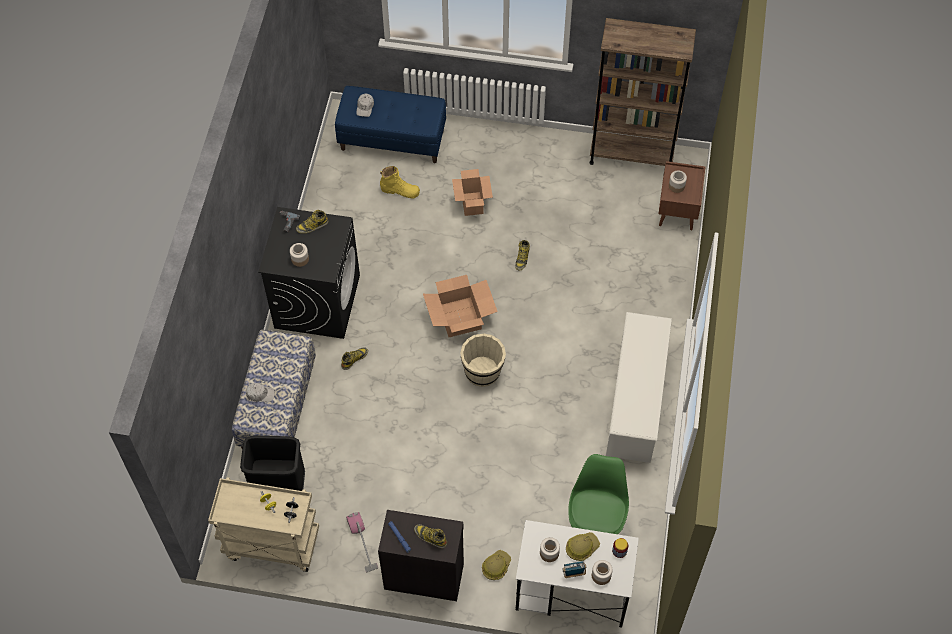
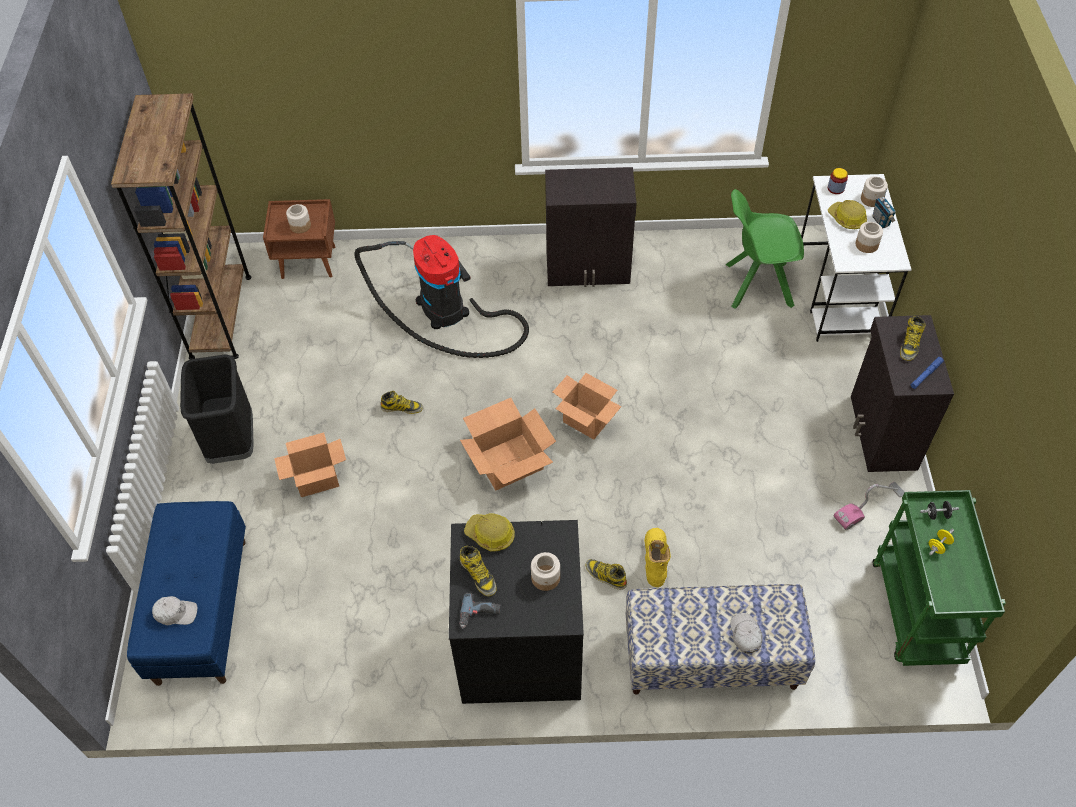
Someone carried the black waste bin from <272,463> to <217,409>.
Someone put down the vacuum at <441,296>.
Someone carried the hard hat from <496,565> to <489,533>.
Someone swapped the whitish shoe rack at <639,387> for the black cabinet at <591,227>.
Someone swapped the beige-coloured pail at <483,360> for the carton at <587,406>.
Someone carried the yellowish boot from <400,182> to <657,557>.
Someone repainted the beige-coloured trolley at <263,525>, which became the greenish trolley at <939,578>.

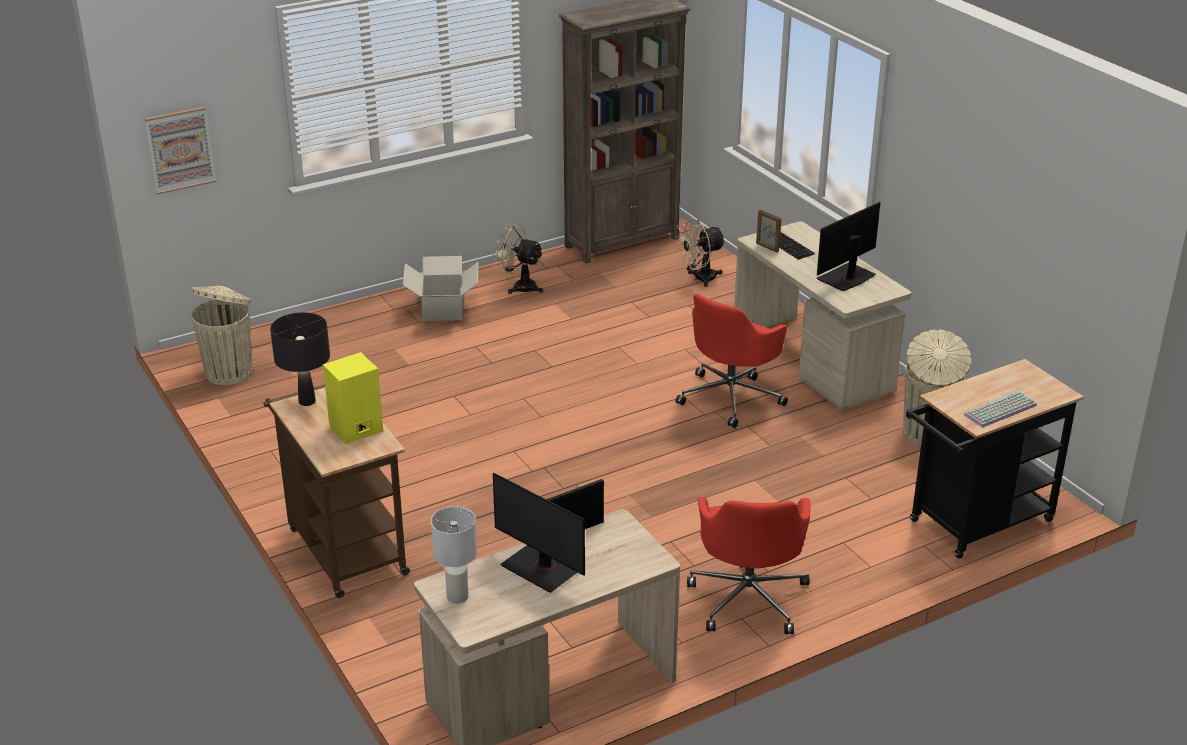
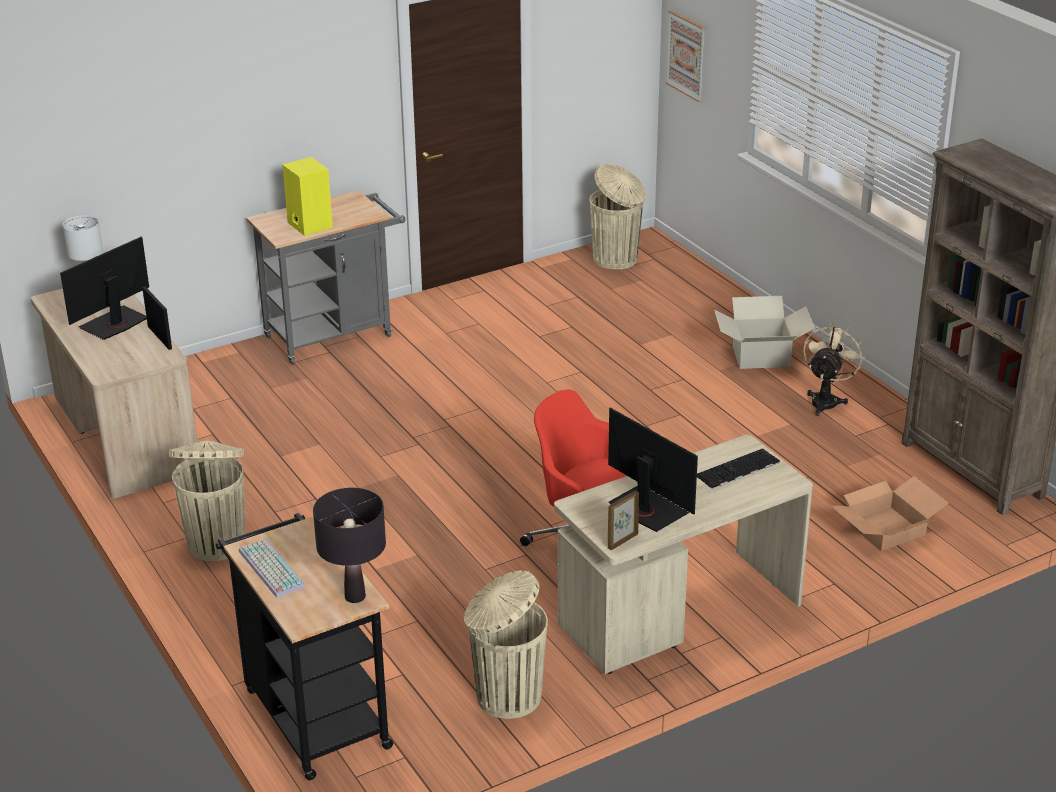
Someone swapped the red computer chair at <749,565> for the beige-coloured waste bin at <207,501>.
Someone repainted the brown trolley at <337,491>, which became the grey trolley at <325,277>.
Someone carried the black table lamp from <300,359> to <349,545>.
Someone carried the photo frame from <768,231> to <623,520>.
Someone swapped the beige-coloured cooling fan at <700,253> for the carton at <889,513>.

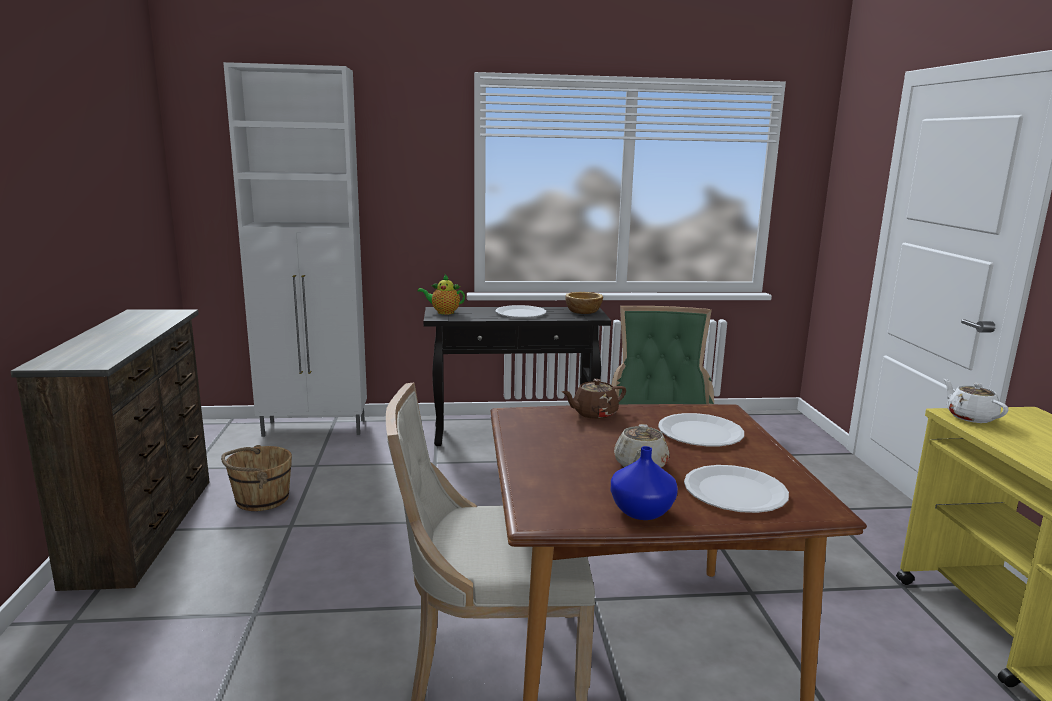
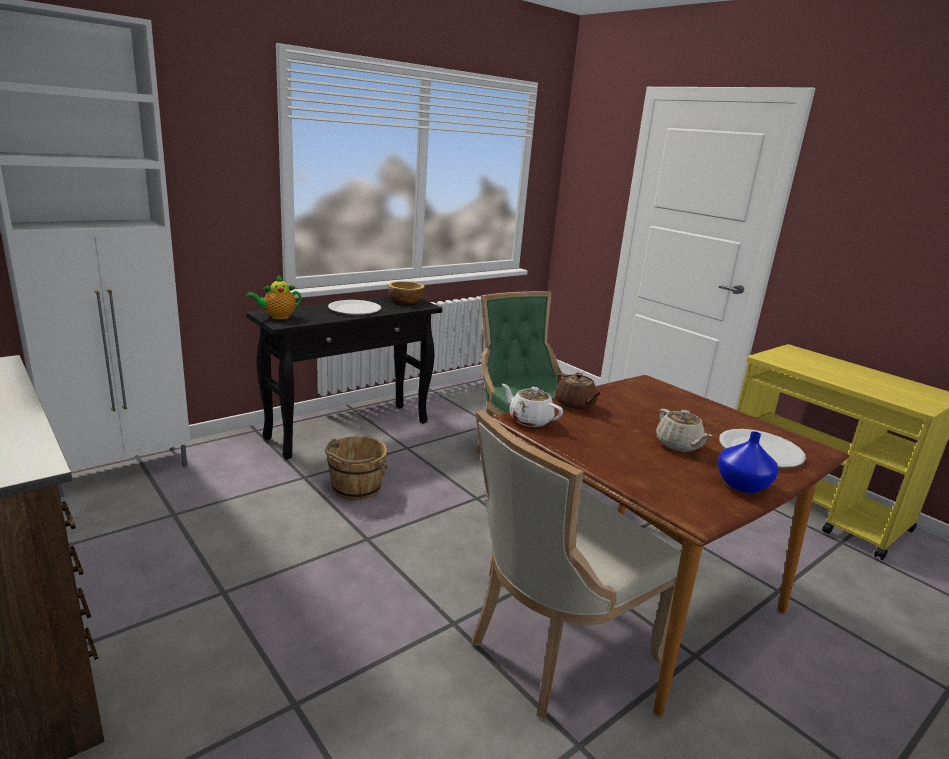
Someone carried the brown pail from <256,478> to <356,468>.
Someone carried the whitish teapot from <976,401> to <532,405>.
Someone rotated the brown teapot at <594,399> by 60 degrees counterclockwise.
Someone took away the whitish dinner plate at <701,429>.

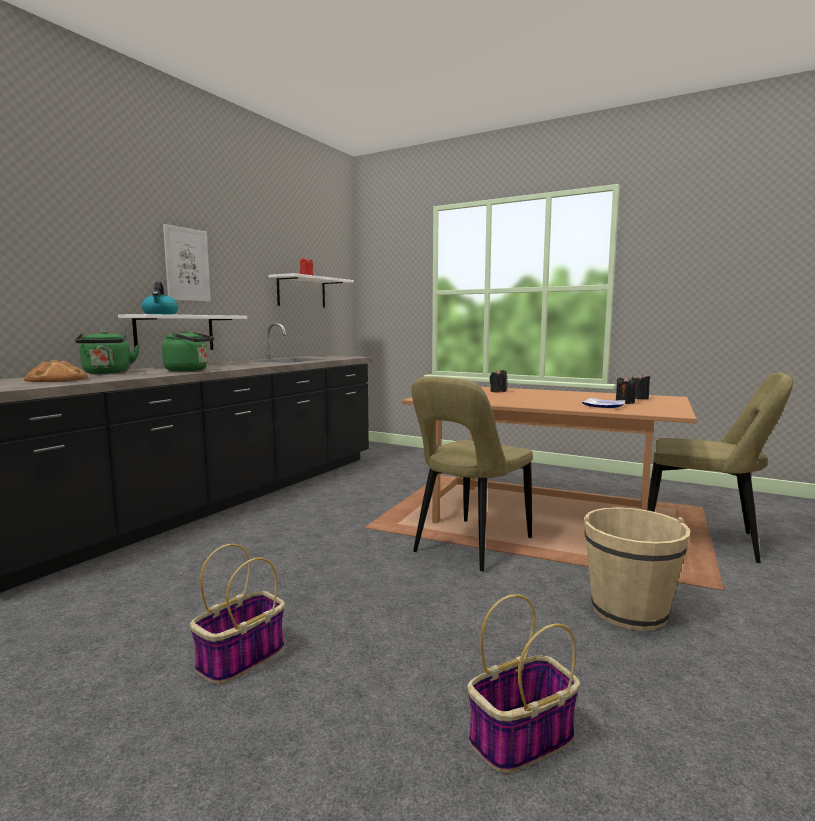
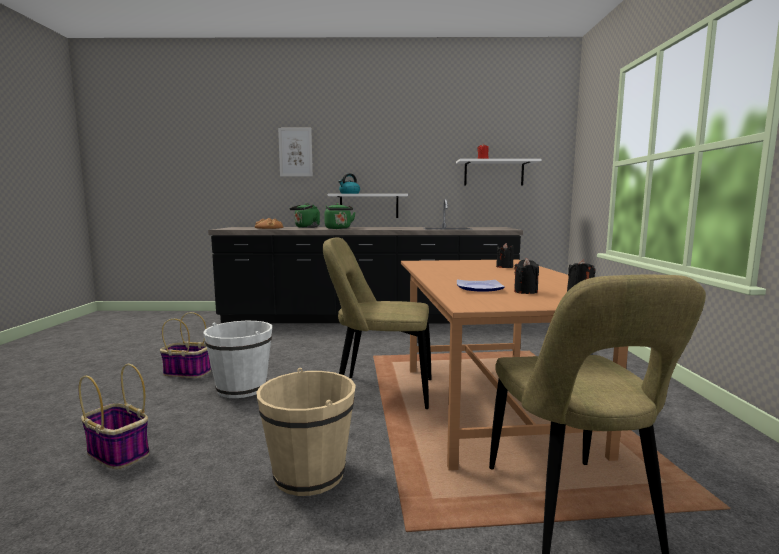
Someone put down the whitish pail at <237,359>.
Someone carried the wall art from <187,263> to <295,152>.

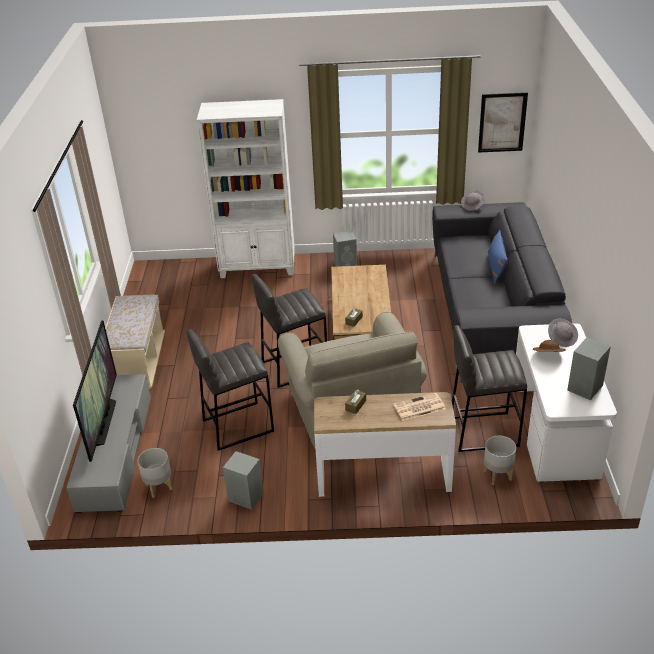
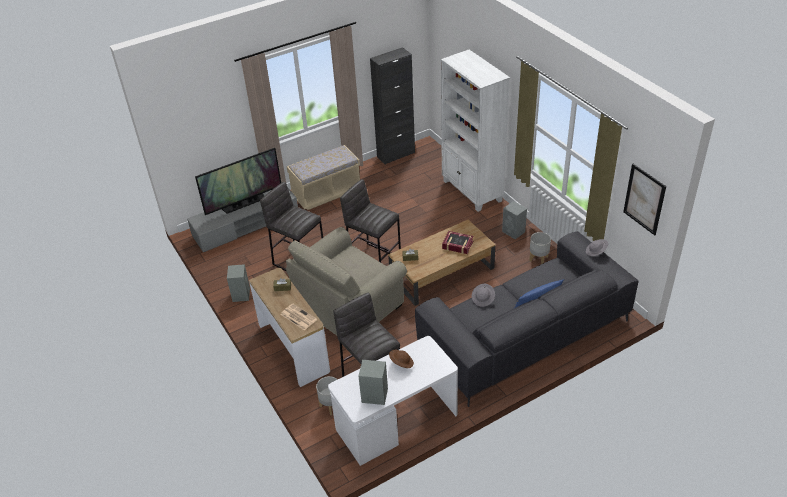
Someone put down the black cabinet at <392,106>.
Someone put down the volume at <458,242>.
Someone carried the grey hat from <563,332> to <483,295>.
Someone carried the grey plant pot from <155,473> to <540,248>.

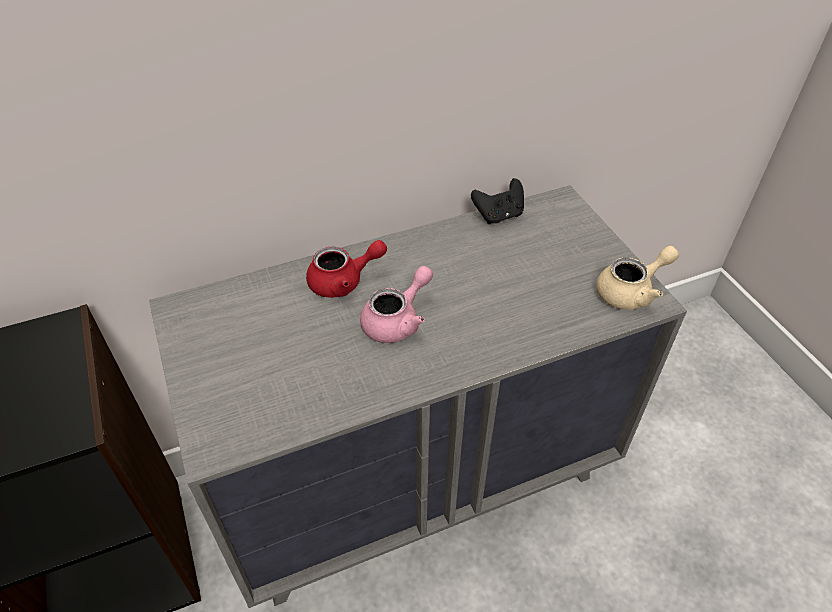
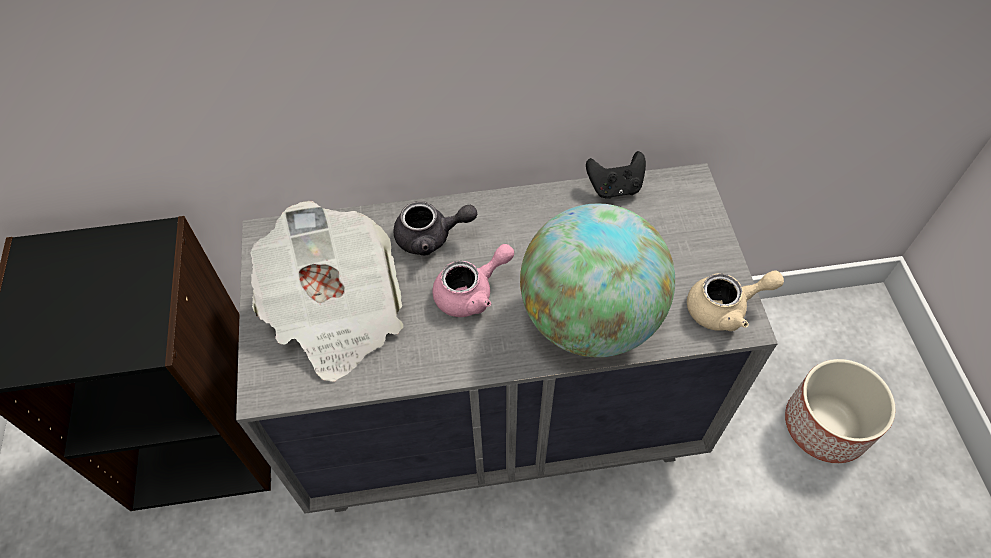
Someone put down the newspaper at <327,291>.
Someone repainted the red teapot at <346,269>, which became the grey teapot at <435,228>.
Someone put down the world globe at <597,280>.
Someone put down the plant pot at <840,411>.

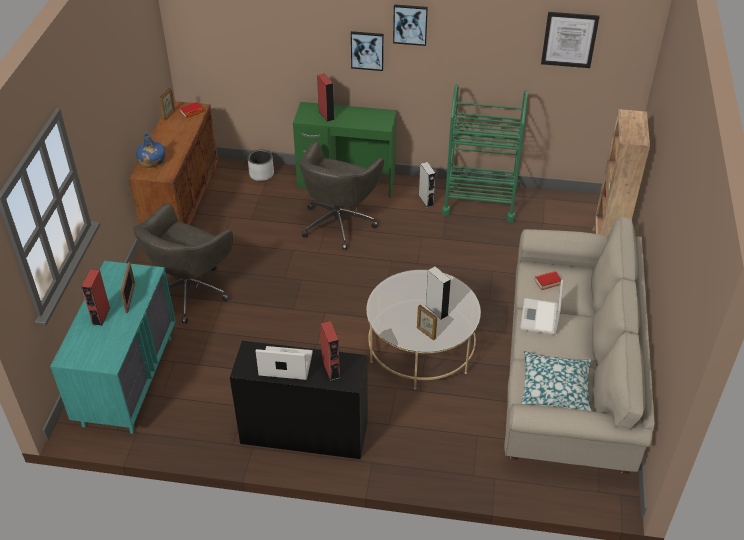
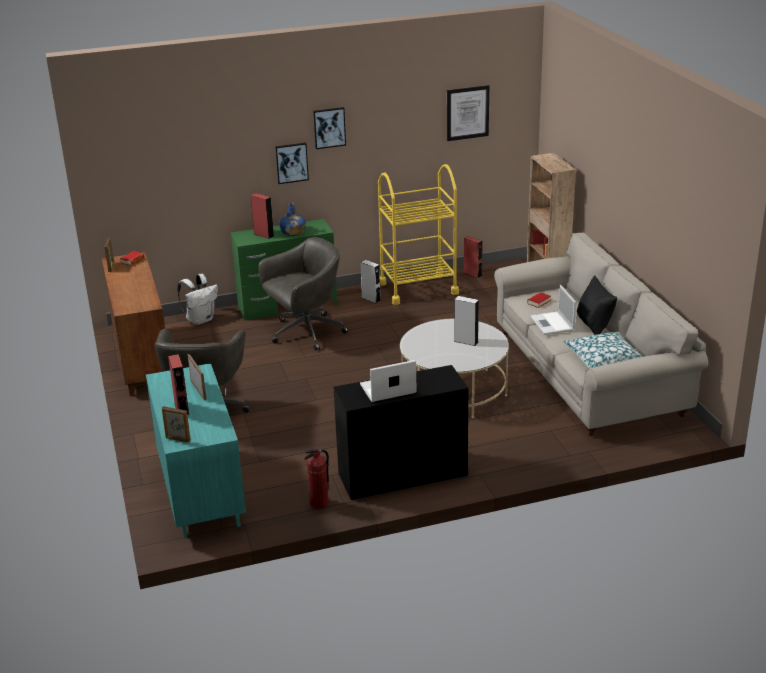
Someone carried the photo frame from <427,322> to <176,424>.
Someone swapped the grey plant pot at <261,165> for the whitish backpack at <197,299>.
Someone rotated the grey computer chair at <341,195> by 120 degrees counterclockwise.
Someone carried the blue-coloured drink bottle from <150,150> to <292,219>.
Someone put down the extinguisher at <316,478>.
Someone repainted the greenish trolley at <485,153>, which became the yellowish trolley at <418,234>.
Someone carried the red audio speaker from <330,351> to <473,257>.
Someone put down the black pillow at <597,305>.

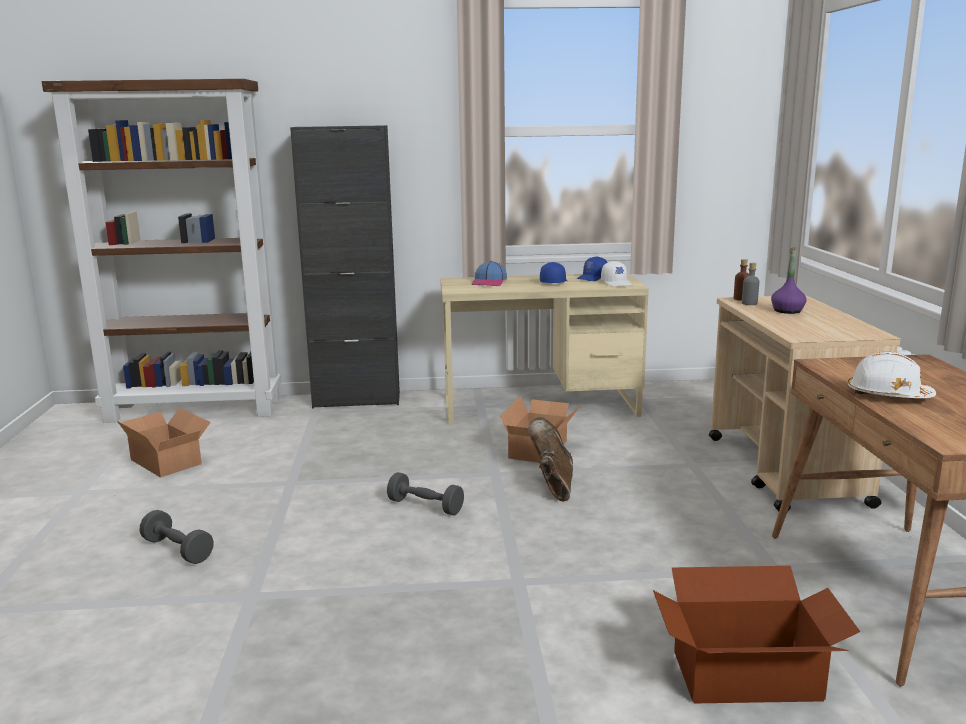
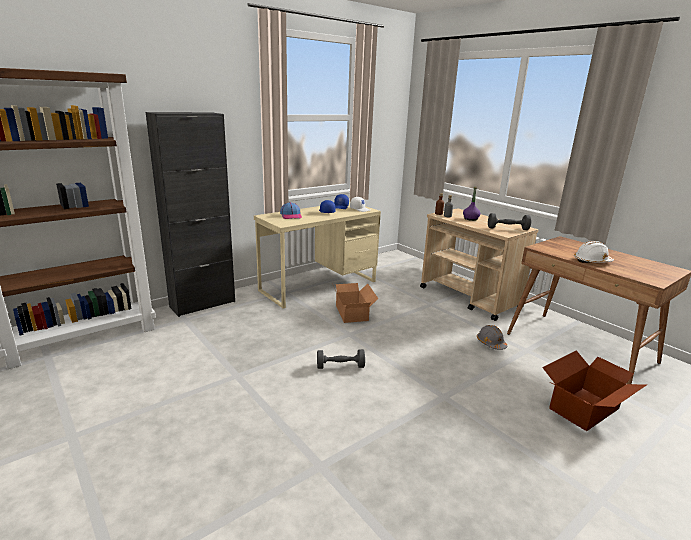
Someone put down the grey hard hat at <492,337>.
Someone carried the grey hand weight from <176,537> to <509,221>.
Someone took away the carton at <164,443>.
Someone took away the brown boot at <550,459>.

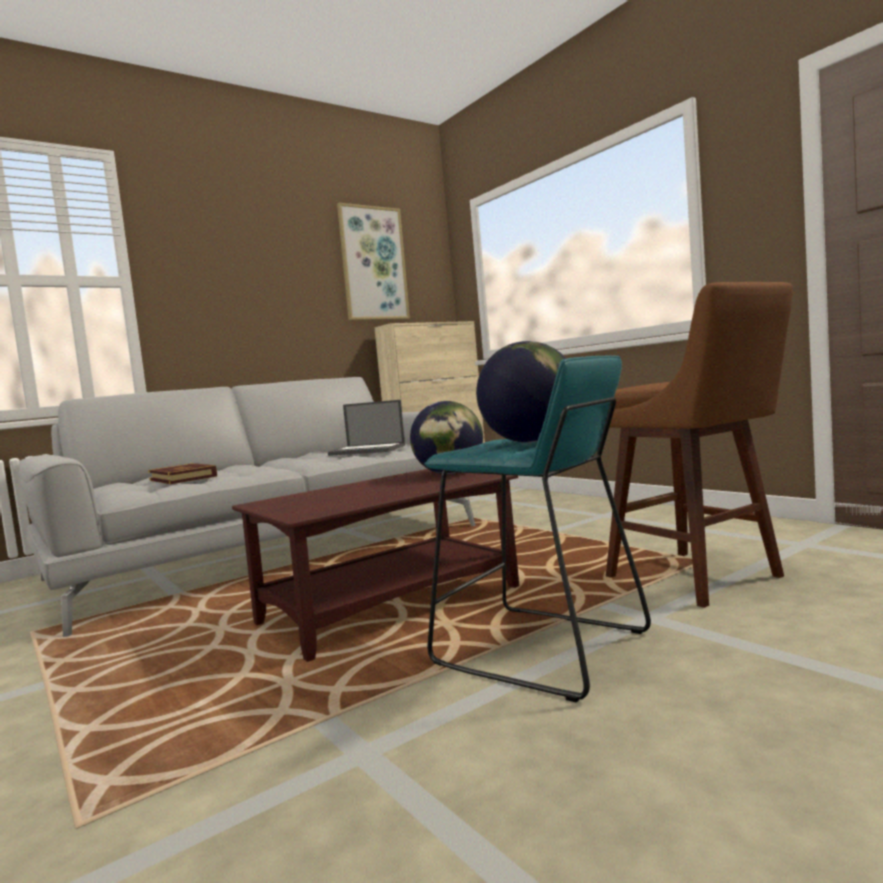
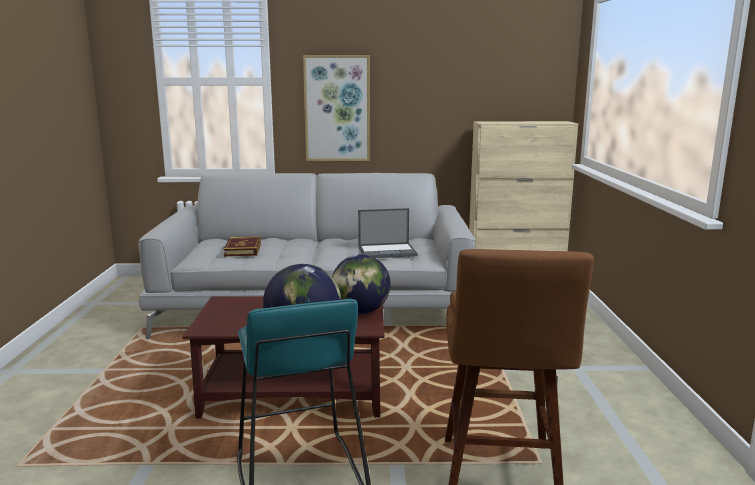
Someone carried the wall art from <373,261> to <336,108>.
Someone rotated the laptop at <366,428> by 60 degrees counterclockwise.

